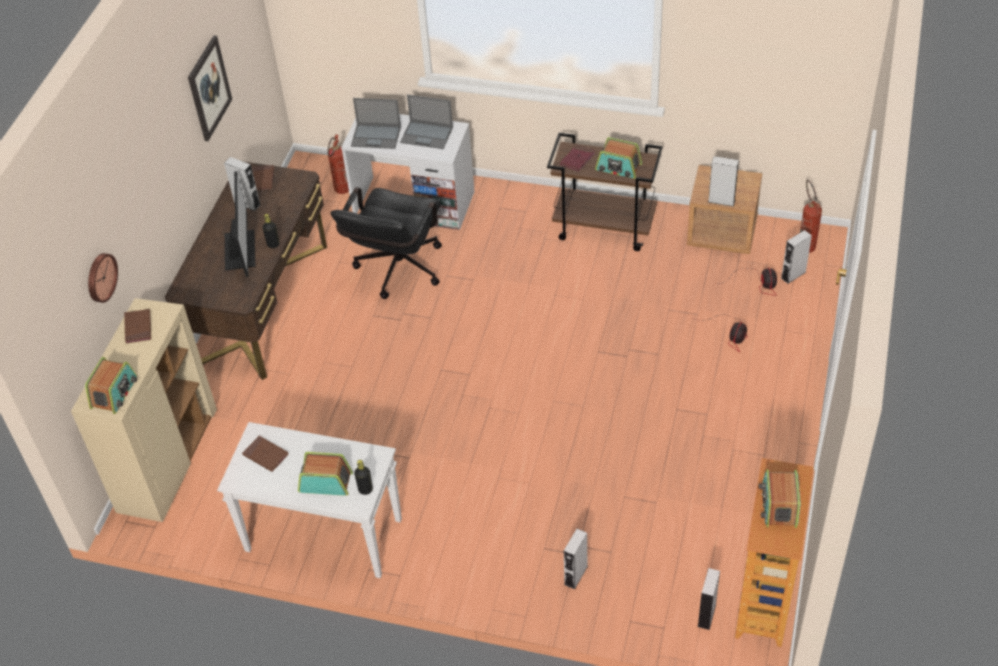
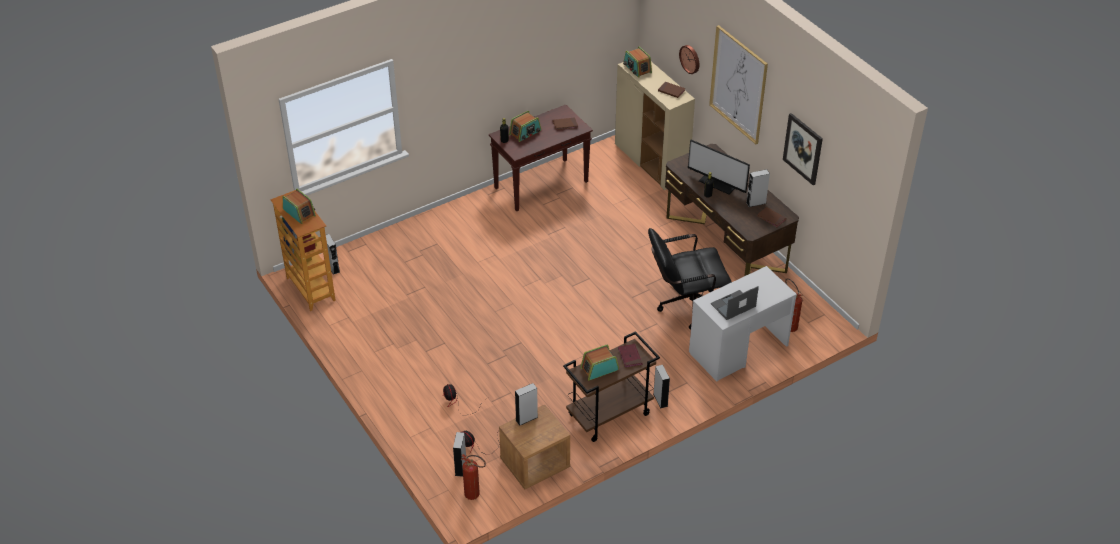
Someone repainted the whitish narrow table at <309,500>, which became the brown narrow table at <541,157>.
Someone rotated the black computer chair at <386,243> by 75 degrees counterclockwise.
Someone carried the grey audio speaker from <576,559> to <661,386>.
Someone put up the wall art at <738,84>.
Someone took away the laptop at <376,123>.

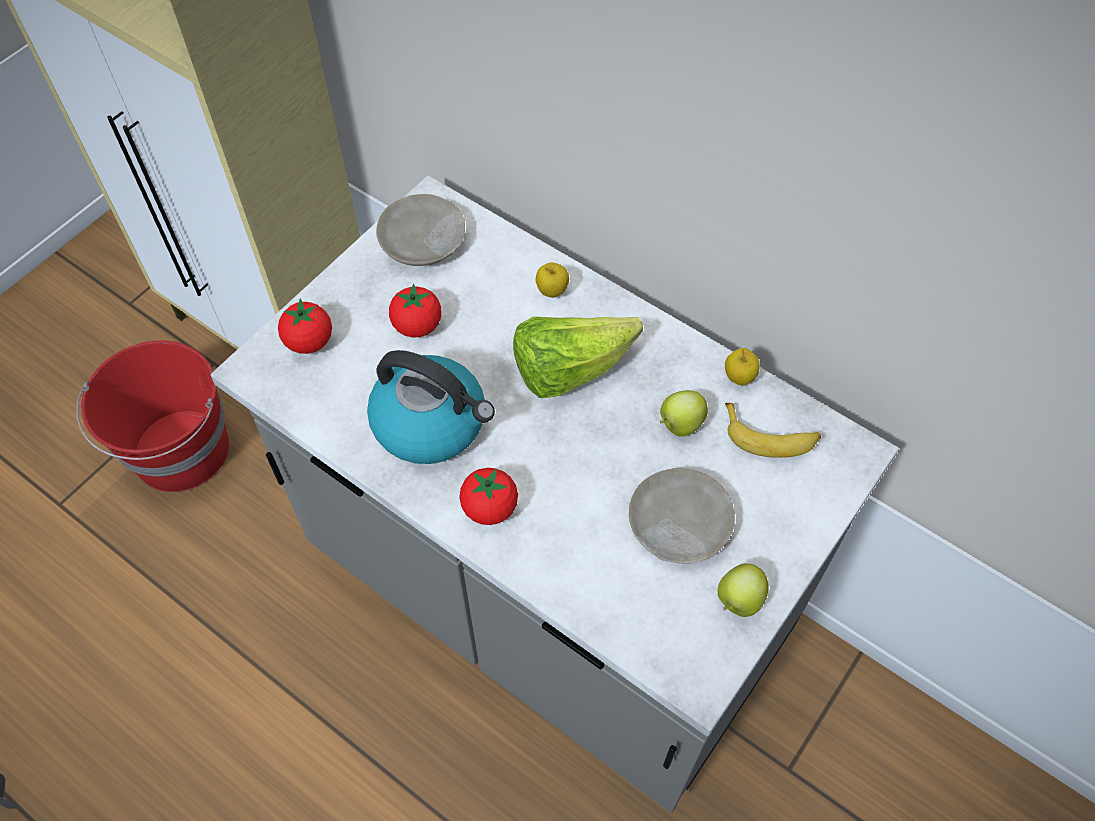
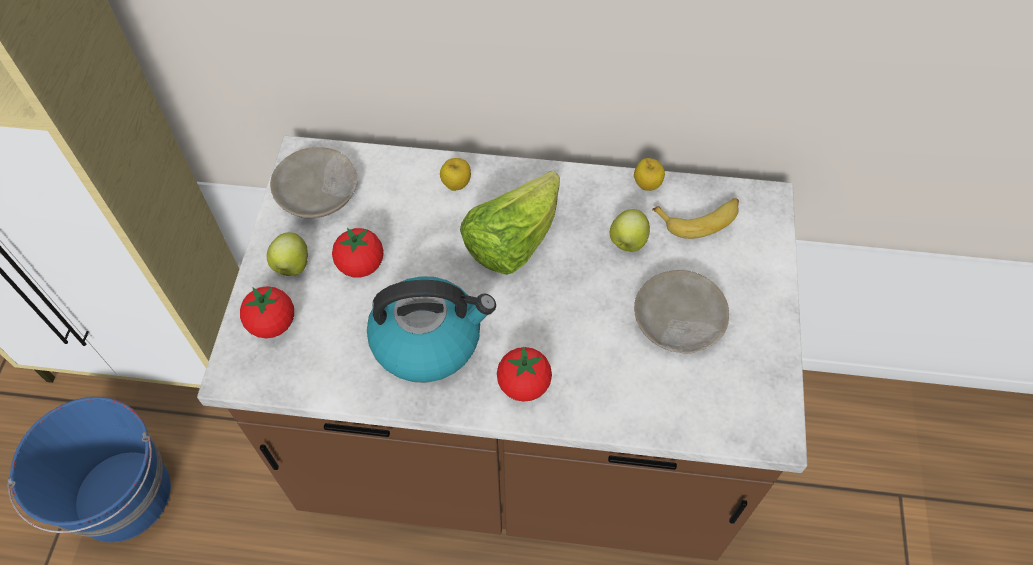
Someone repainted the red pail at <152,416>, which became the blue-coloured pail at <89,469>.
Someone repainted the grey kitchen counter at <555,494>, which became the brown kitchen counter at <502,348>.
Someone carried the whole apple from <743,590> to <287,254>.

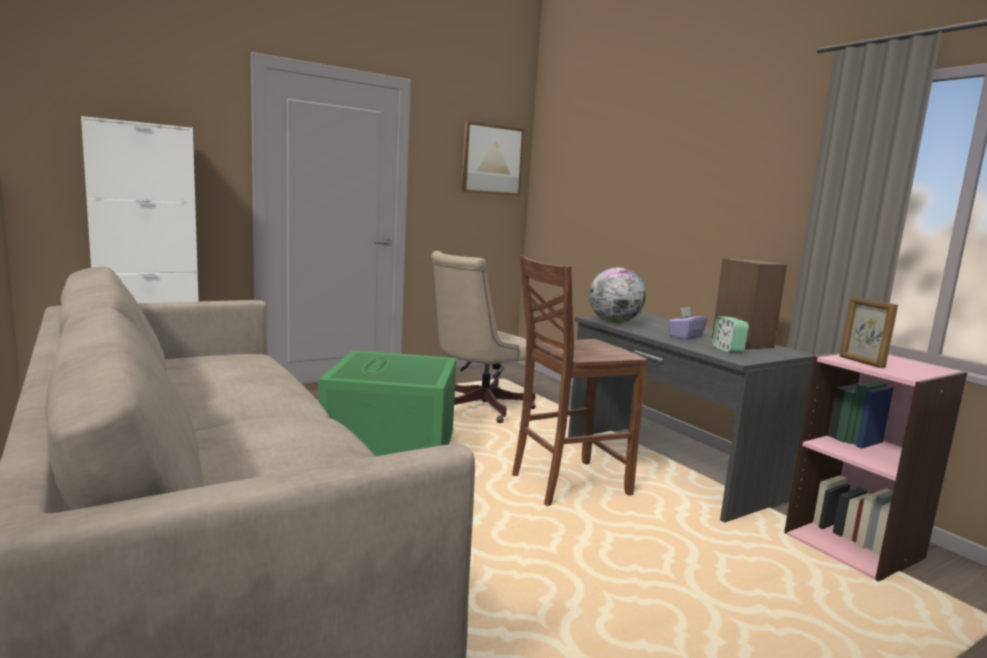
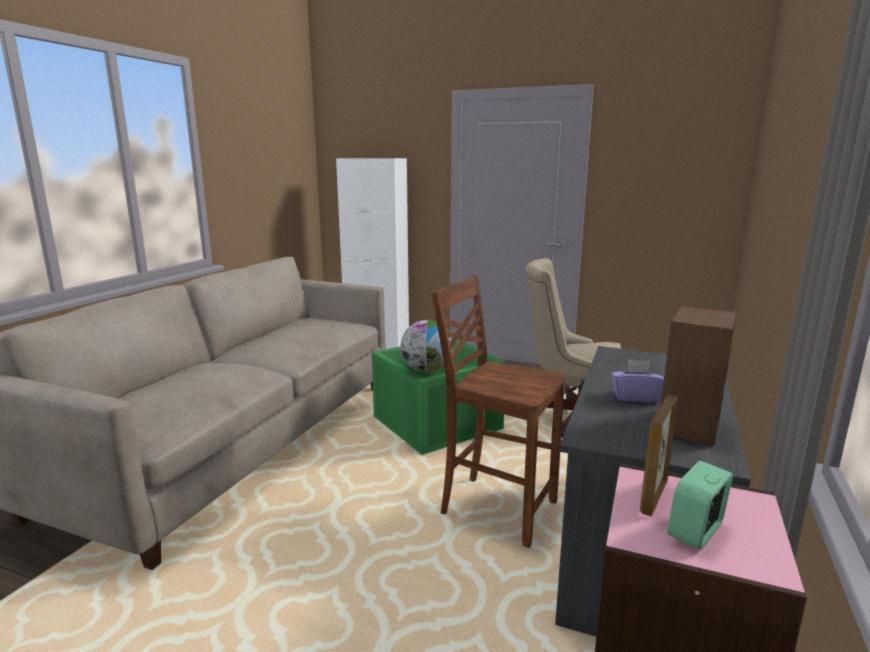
Someone carried the world globe from <617,295> to <427,346>.
Someone carried the alarm clock from <730,334> to <700,505>.
Someone took away the wall art at <493,158>.

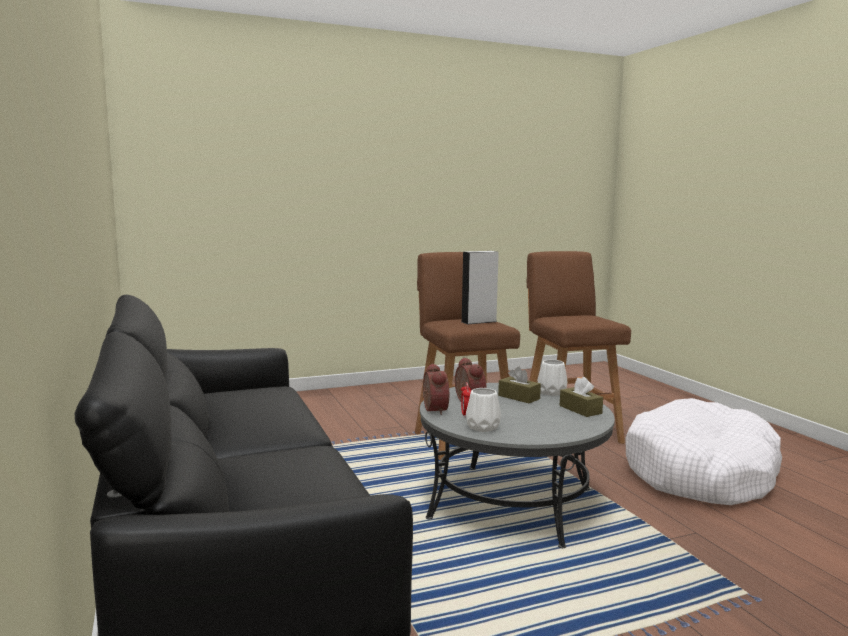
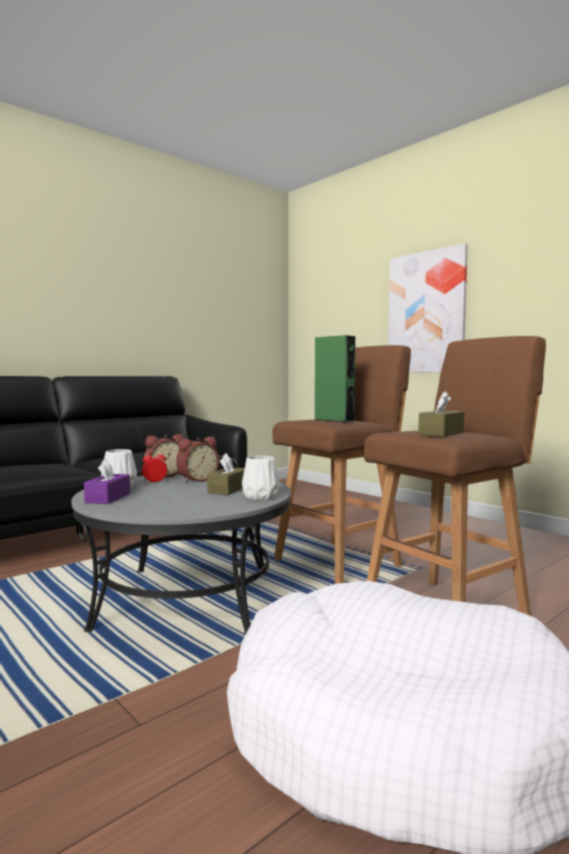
Someone put down the purple box of tissues at <107,481>.
Someone repainted the grey audio speaker at <480,287>, which became the greenish audio speaker at <334,378>.
Someone put up the wall art at <428,308>.
Someone carried the brown box of tissues from <581,397> to <441,414>.

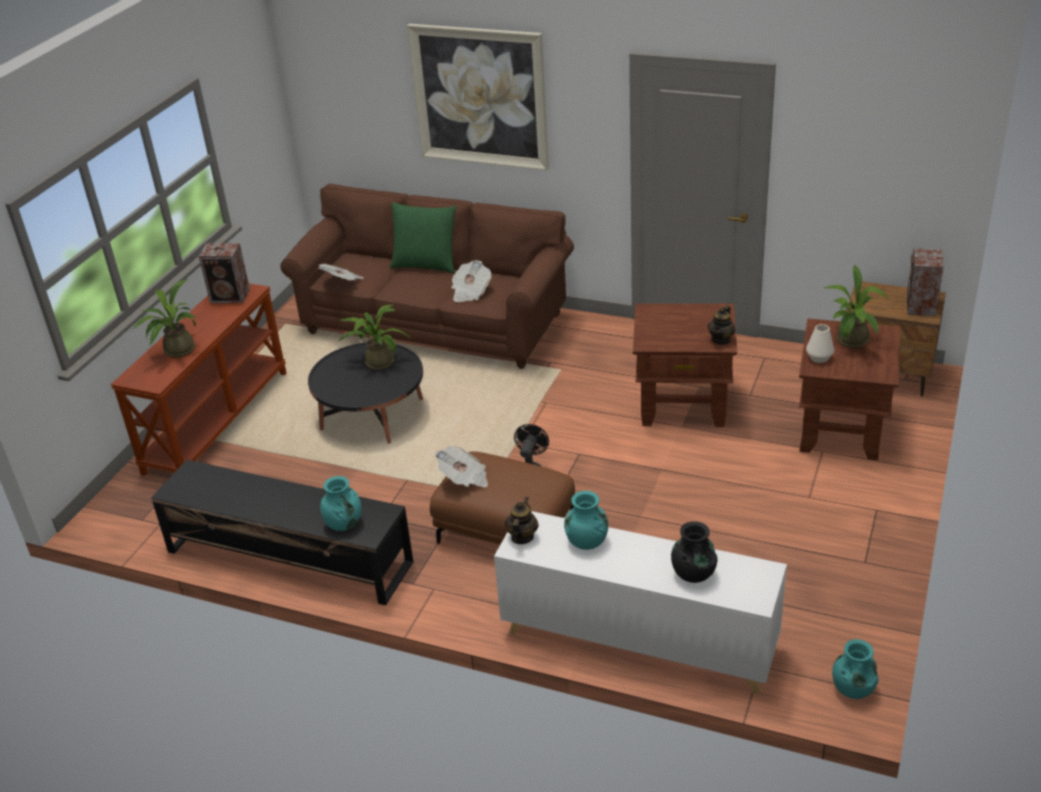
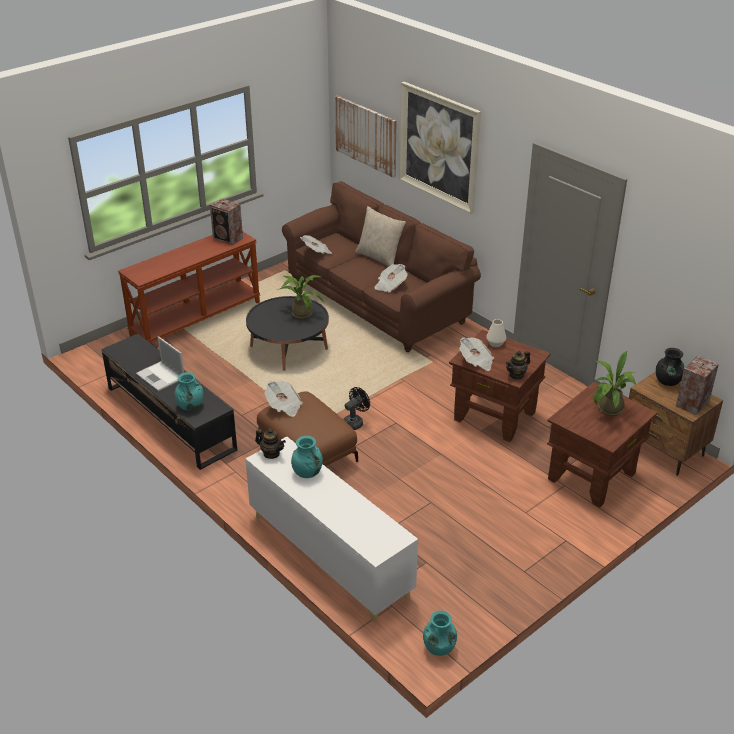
Someone put down the laptop at <160,364>.
Someone rotated the teapot at <522,520> by 75 degrees clockwise.
Someone put up the wall art at <365,136>.
Someone repainted the greenish pillow at <423,237>, which became the beige-coloured pillow at <380,236>.
Someone put down the newspaper at <476,354>.
Someone carried the whitish vase from <820,343> to <496,333>.
Someone carried the black vase from <694,552> to <670,367>.
Someone took away the houseplant at <164,318>.

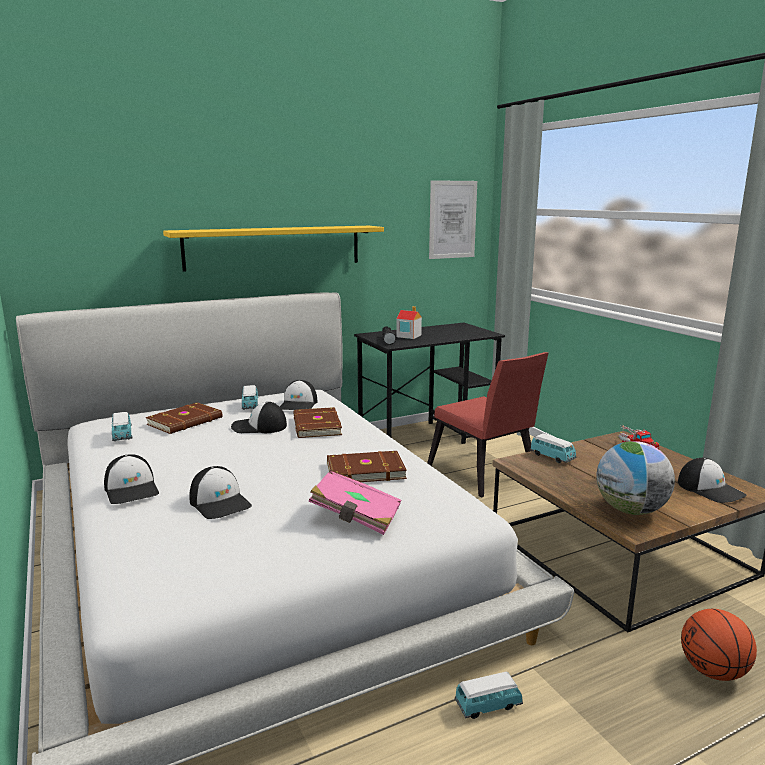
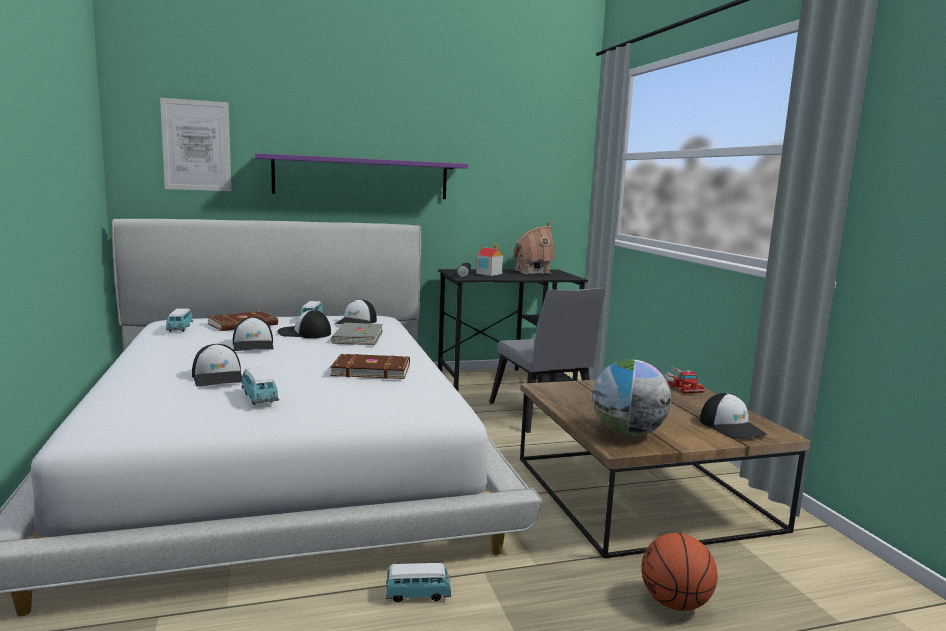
Someone carried the wall art from <453,219> to <195,144>.
Someone carried the baseball cap from <131,479> to <253,334>.
Someone carried the miniature car from <553,448> to <260,386>.
Someone repainted the yellowish shelf at <273,249>, which became the purple shelf at <361,176>.
Someone repainted the brown volume at <317,422>, which became the grey volume at <357,334>.
Someone repainted the red upright chair at <487,425>, which became the grey upright chair at <547,360>.
Someone put down the toy house at <534,248>.
Someone took away the pinkish volume at <355,502>.

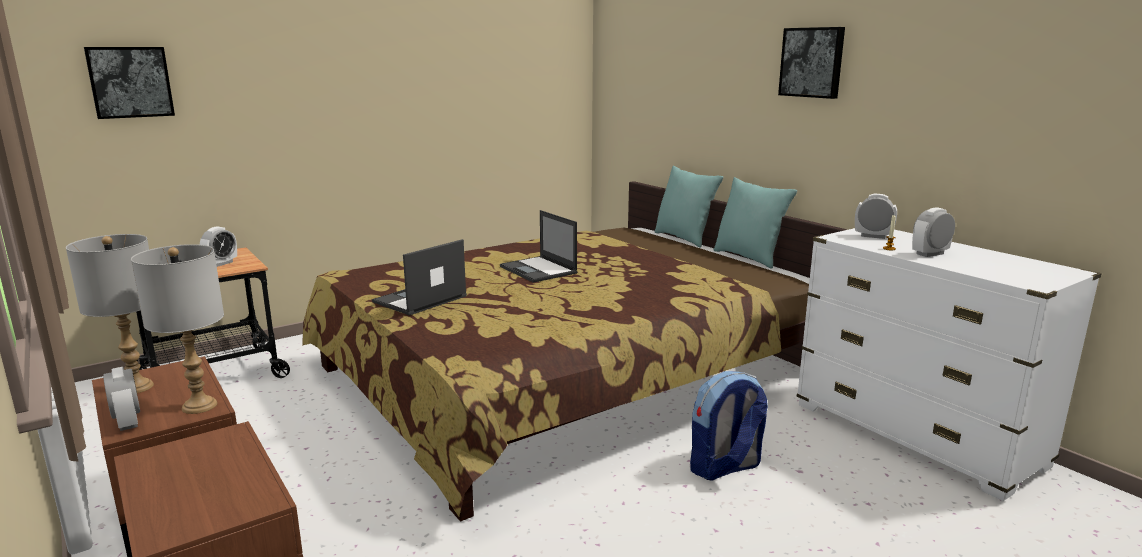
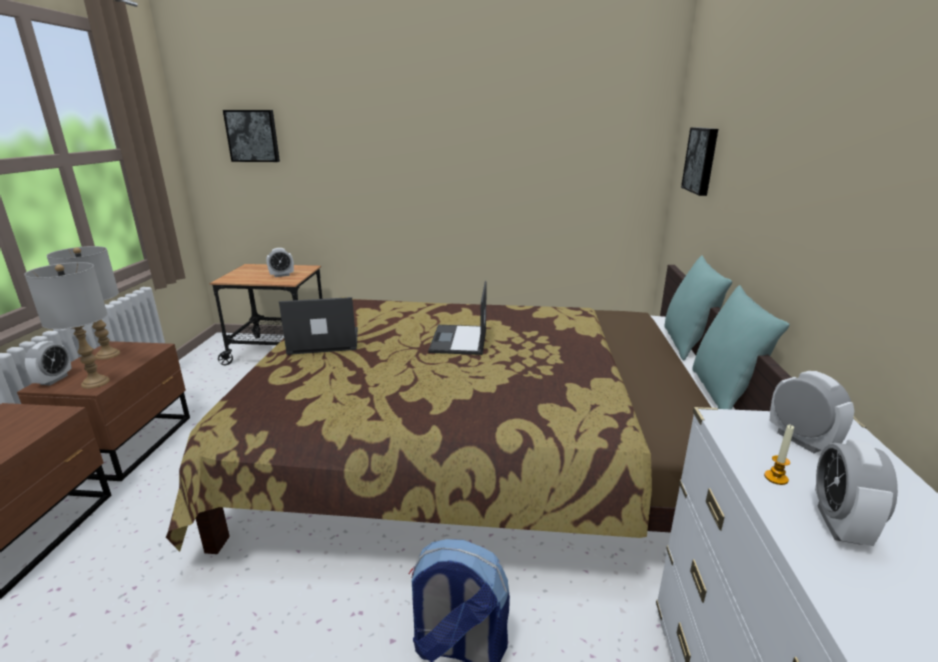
Someone carried the wall art from <811,63> to <699,161>.
Someone rotated the alarm clock at <933,232> by 90 degrees counterclockwise.

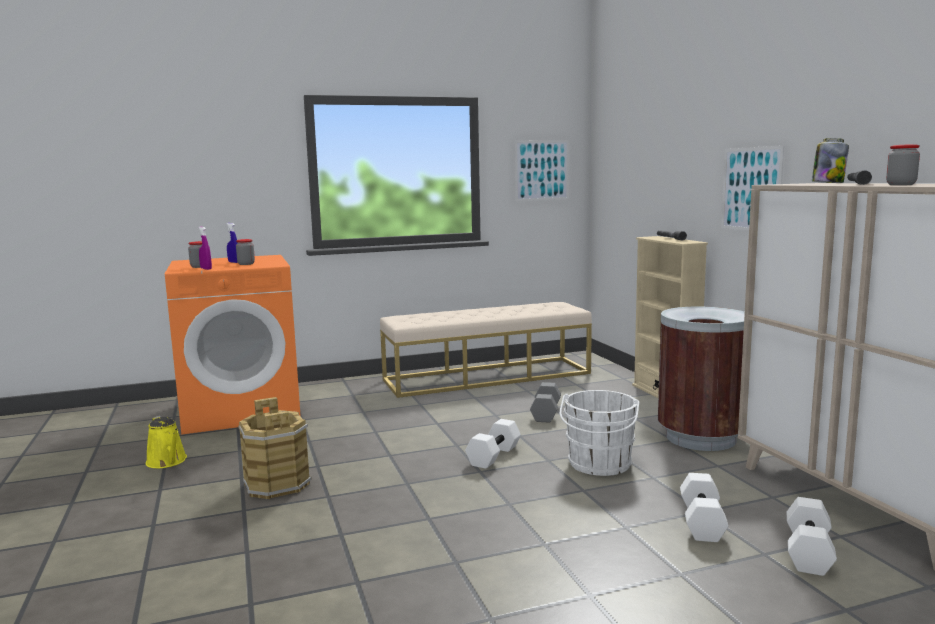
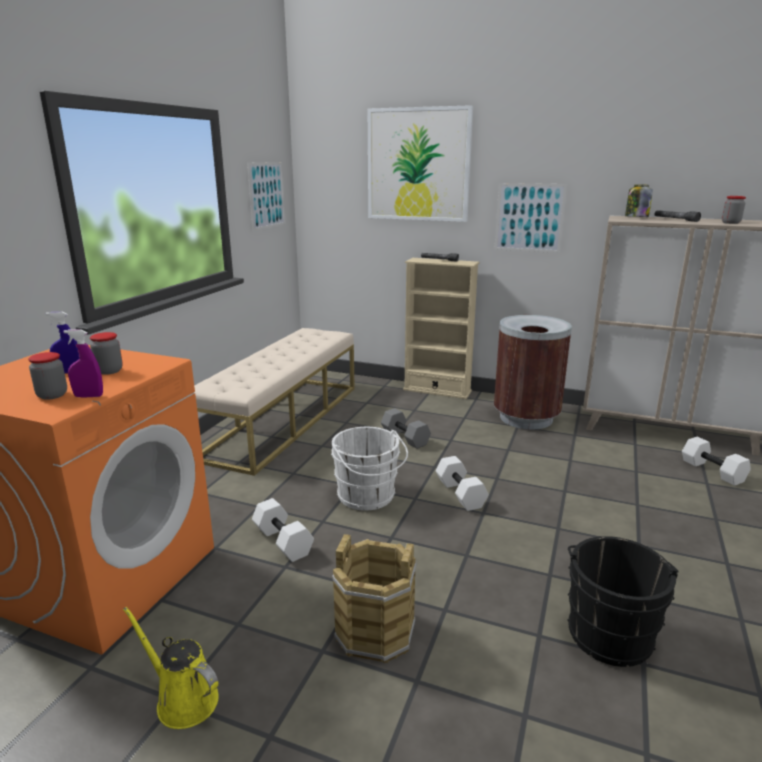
Someone rotated the yellowish watering can at <166,442> by 150 degrees counterclockwise.
Someone carried the whitish hand weight from <704,507> to <283,530>.
Someone carried the whitish pail from <599,433> to <369,469>.
Someone put up the wall art at <420,163>.
Someone put down the black pail at <623,601>.

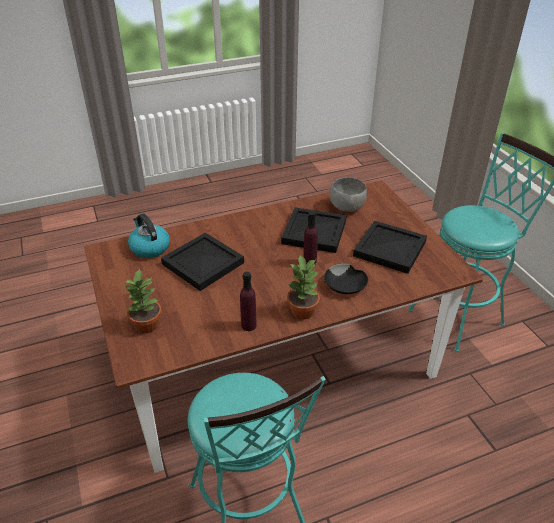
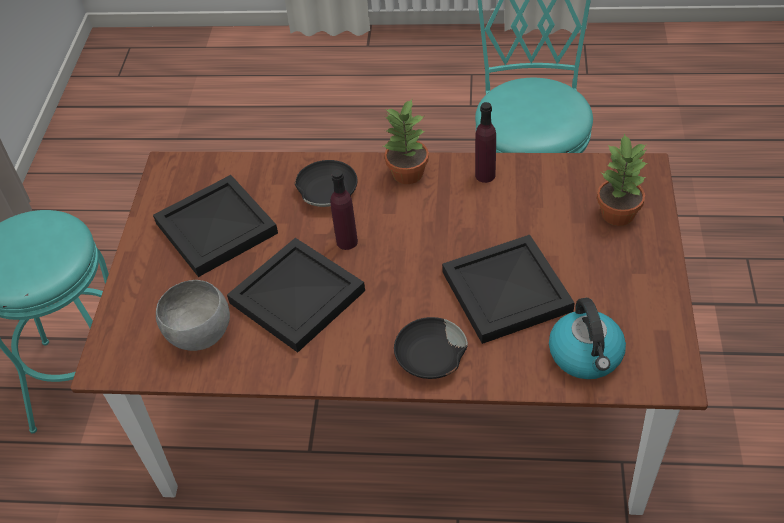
Someone put down the black deep dish at <431,348>.

